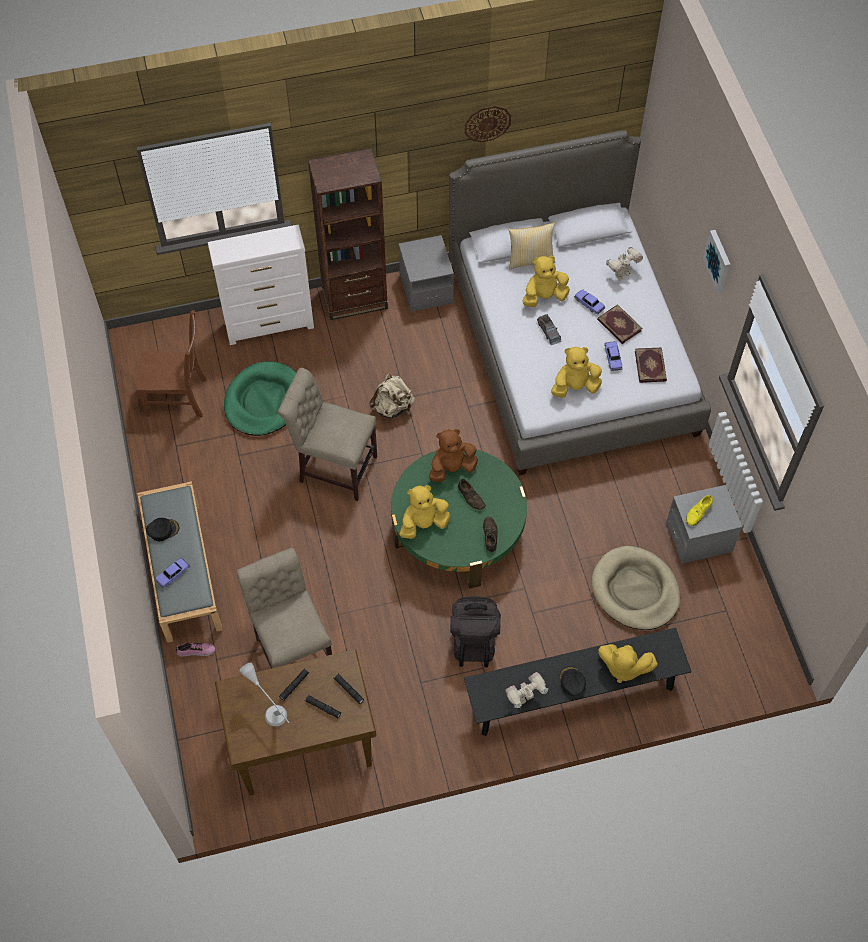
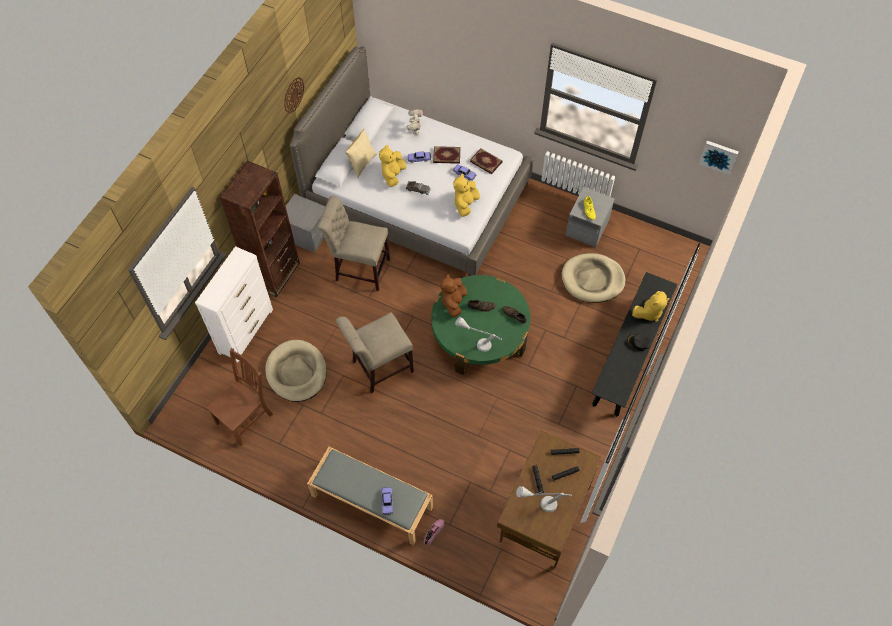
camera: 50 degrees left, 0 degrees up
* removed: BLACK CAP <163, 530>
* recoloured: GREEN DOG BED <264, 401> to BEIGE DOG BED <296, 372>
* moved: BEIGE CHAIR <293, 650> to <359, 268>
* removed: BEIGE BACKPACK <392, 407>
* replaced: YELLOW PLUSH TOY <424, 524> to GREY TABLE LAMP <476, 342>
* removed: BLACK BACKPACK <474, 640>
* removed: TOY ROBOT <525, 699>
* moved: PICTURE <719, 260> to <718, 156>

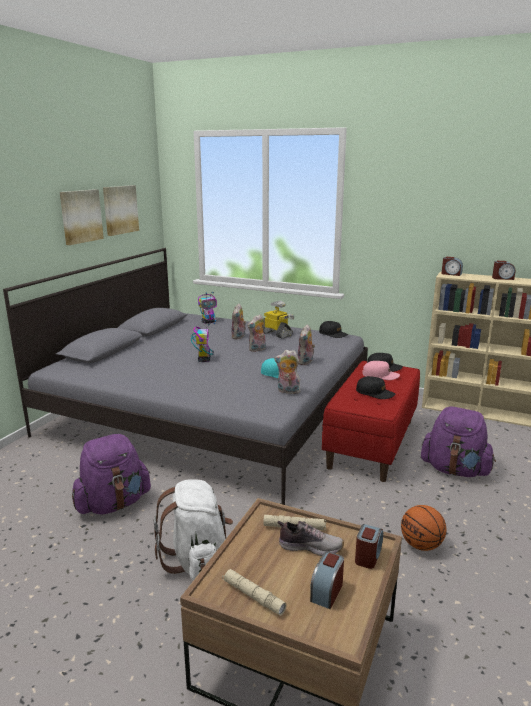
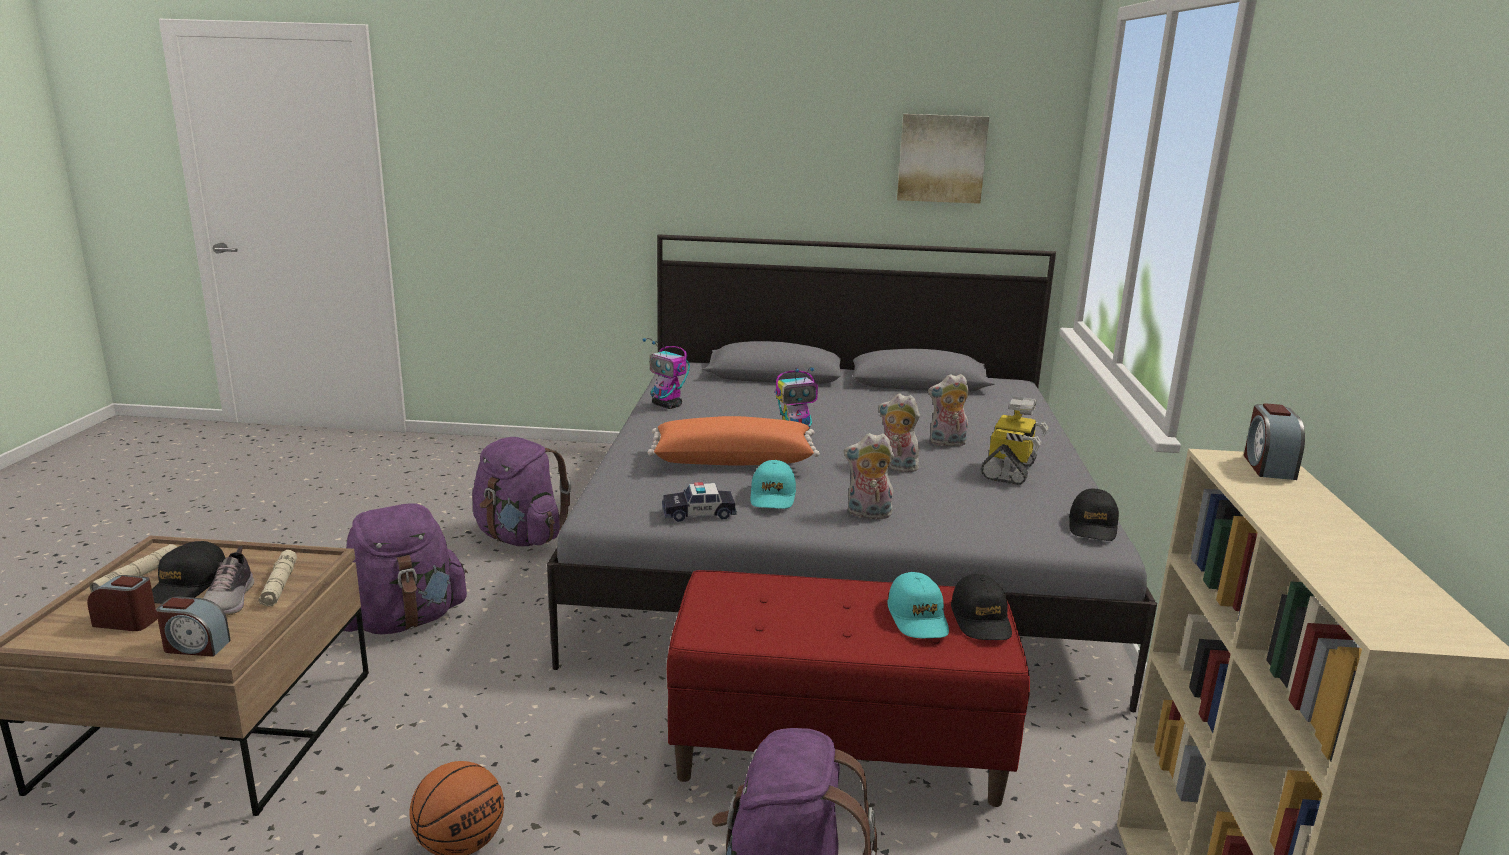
camera: 70 degrees right, 0 degrees up
* removed: PICTURE <80, 216>
* recoloured: WHITE BACKPACK <197, 560> to PURPLE BACKPACK <403, 621>
* moved: TOY ROBOT <208, 322> to <667, 405>
* replaced: PLUSH TOY <287, 391> to TOY CAR <698, 513>
* moved: BLACK CAP <375, 393> to <187, 585>
* recoloured: PINK CAP <380, 375> to TURQUOISE CAP <918, 617>
* removed: ALARM CLOCK <502, 278>
* added: ORANGE PILLOW <733, 460>

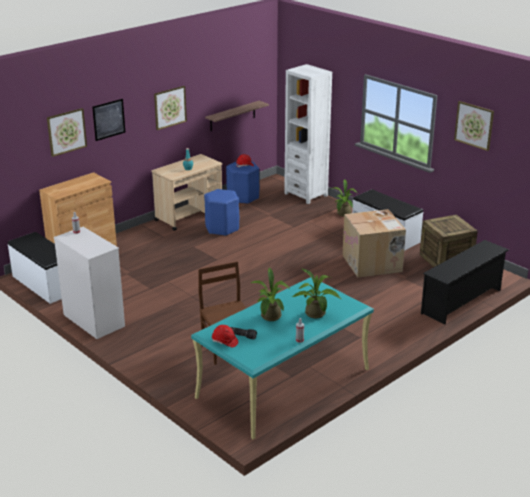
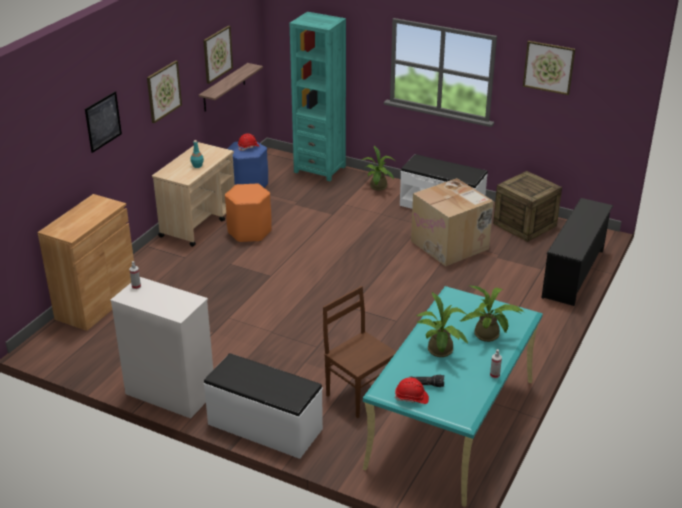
camera: 20 degrees left, 5 degrees up
* moved: WHITE BENCH <44, 284> to <264, 427>
* moved: PICTURE <66, 132> to <217, 54>
* recoloured: BLUE STOOL <222, 228> to ORANGE STOOL <249, 232>
* recoloured: WHITE BOOKCASE <306, 194> to TURQUOISE BOOKCASE <320, 169>

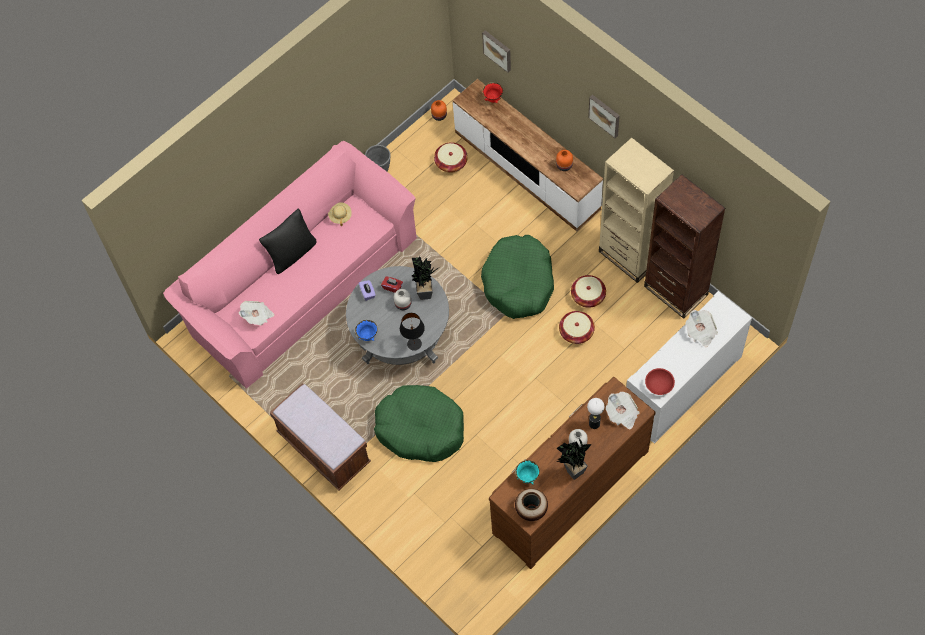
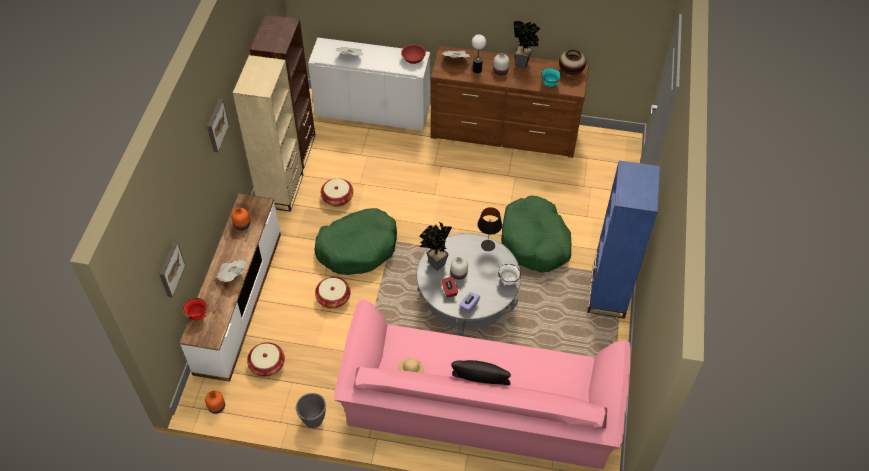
camera: 130 degrees left, 10 degrees down
* moved: NEWSPAPER <258, 316> to <232, 275>
* replaced: BROWN BENCH <324, 448> to BLUE BOOKCASE <607, 294>
* recoloured: BLUE BOWL <367, 336> to WHITE BOWL <508, 281>
* moved: BASKET <576, 332> to <333, 298>

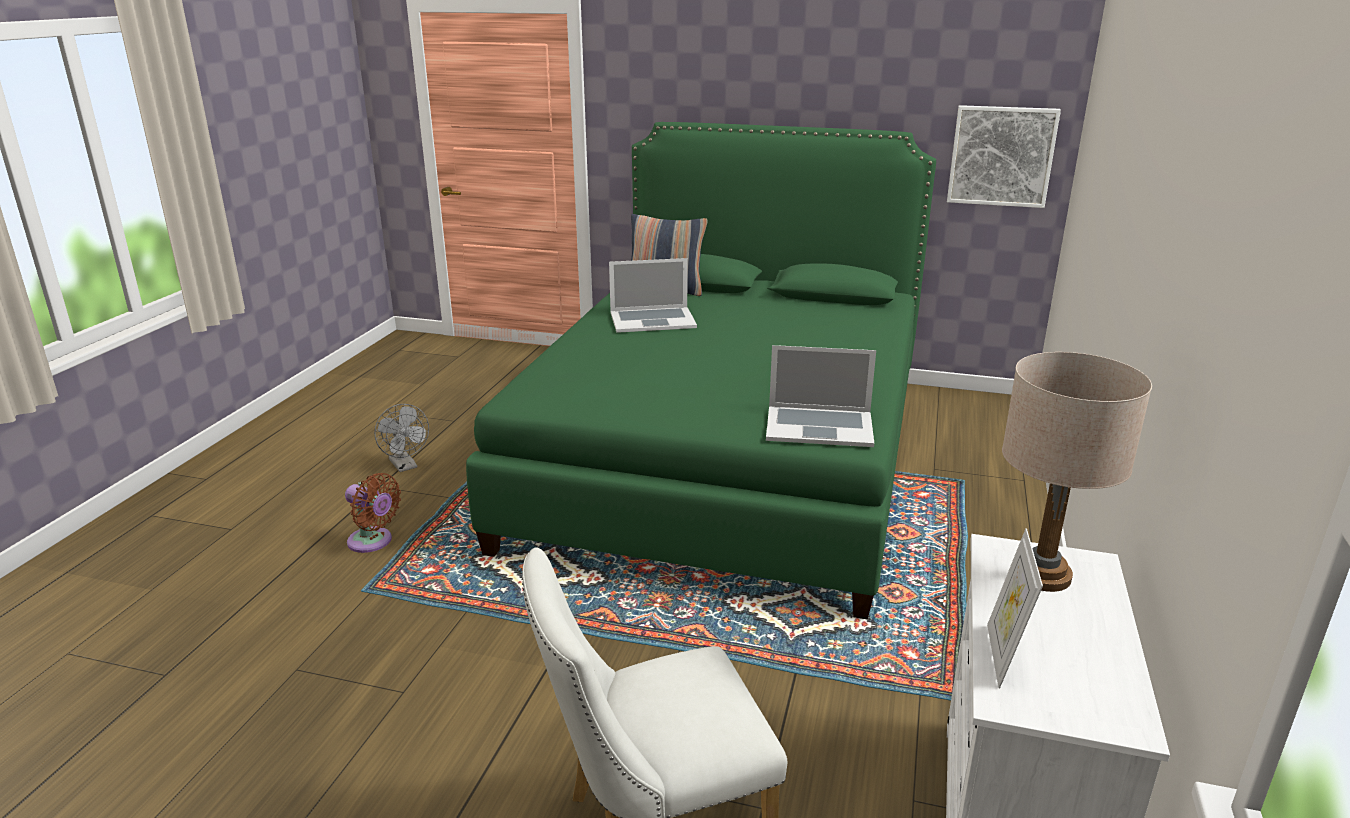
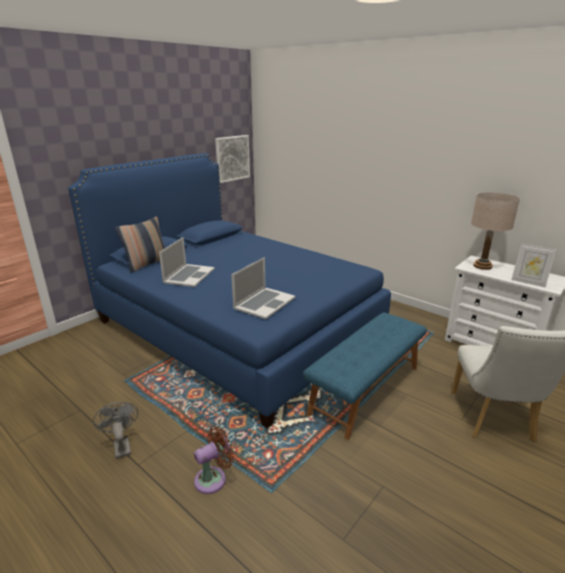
camera: 65 degrees left, 0 degrees up
* turned: GREY FAN <405, 466> = <121, 445> 105 degrees counterclockwise
* recoloured: GREEN BED <726, 458> to BLUE BED <236, 328>
* moved: LAPTOP <819, 426> to <264, 303>
* added: BLUE BENCH <365, 389>

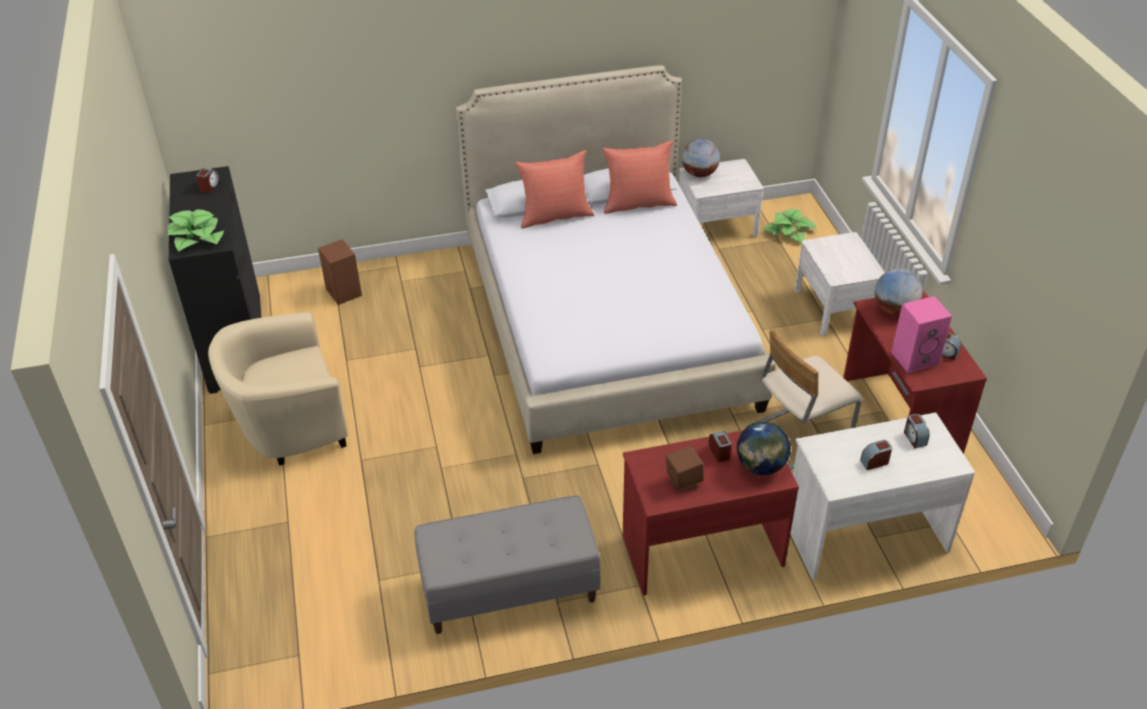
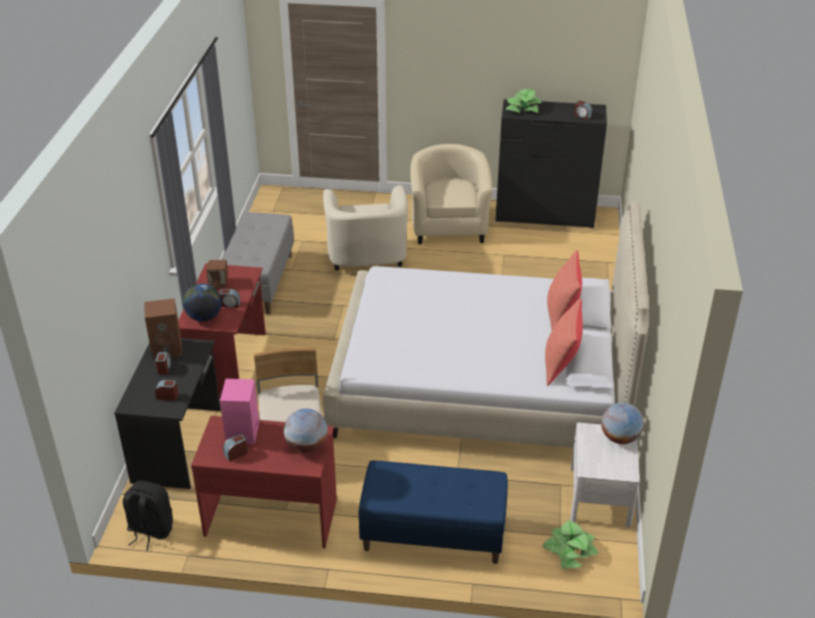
camera: 110 degrees right, 5 degrees down
* moved: BROWN SPEAKER <342, 292> to <167, 348>
* recoloured: WHITE DESK <864, 535> to BLACK DESK <179, 444>
* replaced: WHITE NIGHTSTAND <835, 308> to BLUE BENCH <432, 535>
* added: BLACK BACKPACK <150, 531>
* added: BEIGE ARMCHAIR <367, 260>

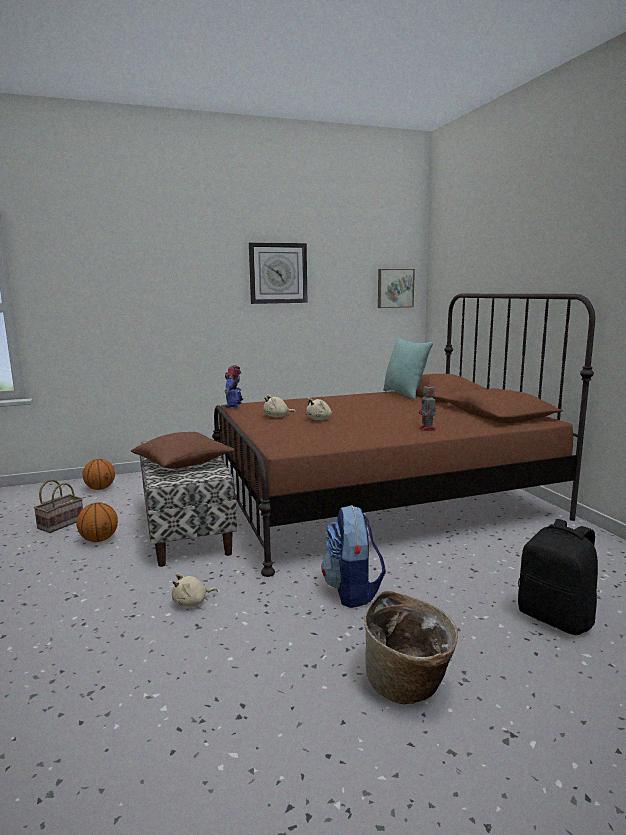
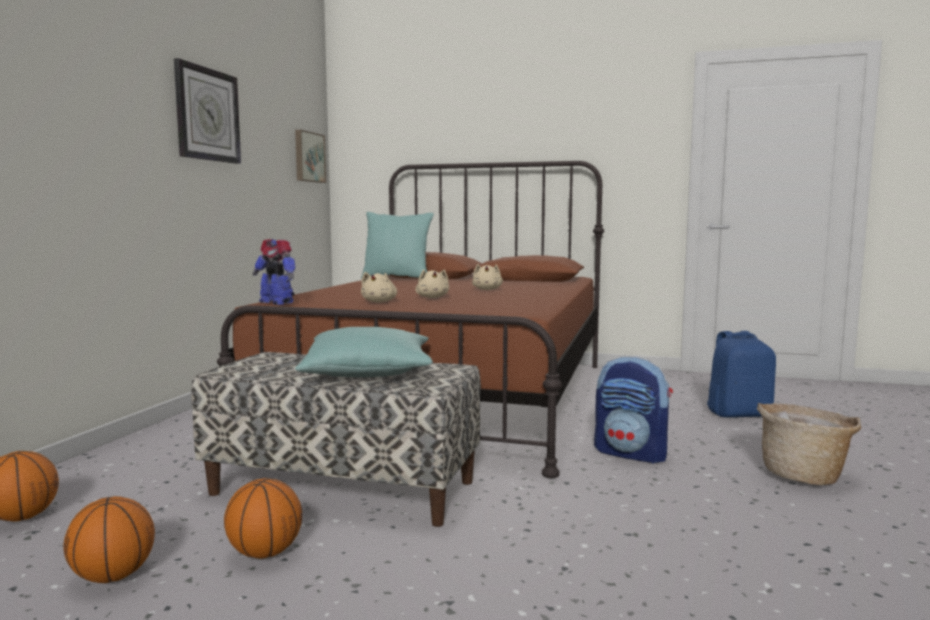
camera: 55 degrees left, 5 degrees down
* replaced: BASKET <61, 523> to BASKETBALL <113, 576>
* recoloured: BROWN PILLOW <183, 463> to TURQUOISE PILLOW <368, 372>
* moved: BEIGE PLUSH TOY <192, 602> to <487, 289>
* removed: TOY ROBOT <427, 429>
* recoloured: BLACK BACKPACK <556, 618> to BLUE BACKPACK <738, 414>

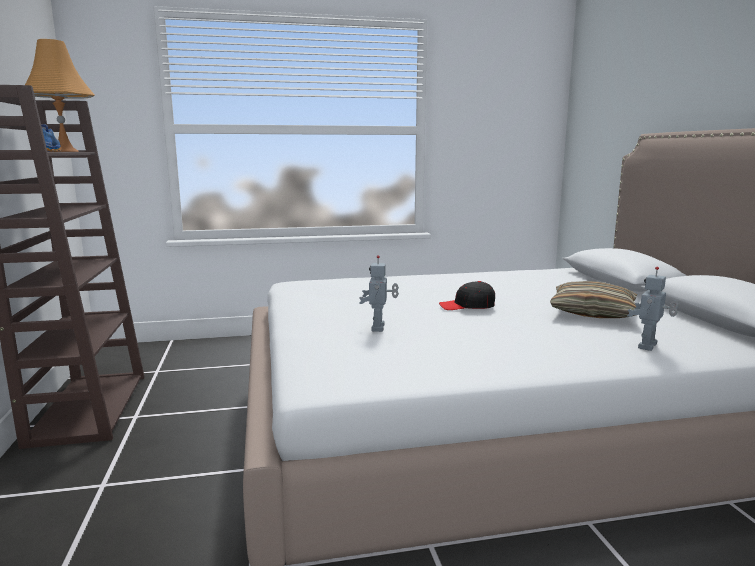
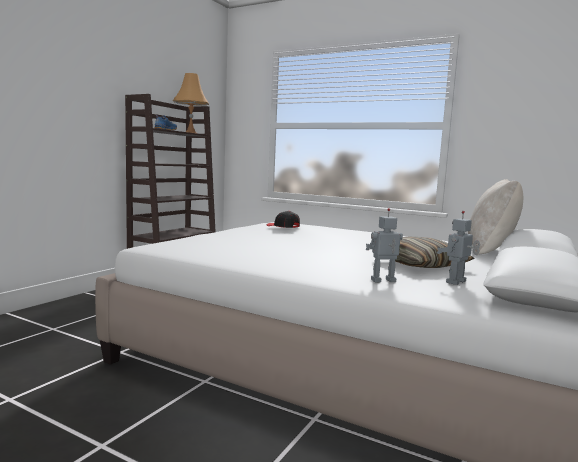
camera: 40 degrees right, 5 degrees down
* moved: TOY ROBOT <379, 328> to <457, 282>
* moved: BLACK CAP <467, 306> to <283, 227>
* added: BEIGE PILLOW <490, 251>

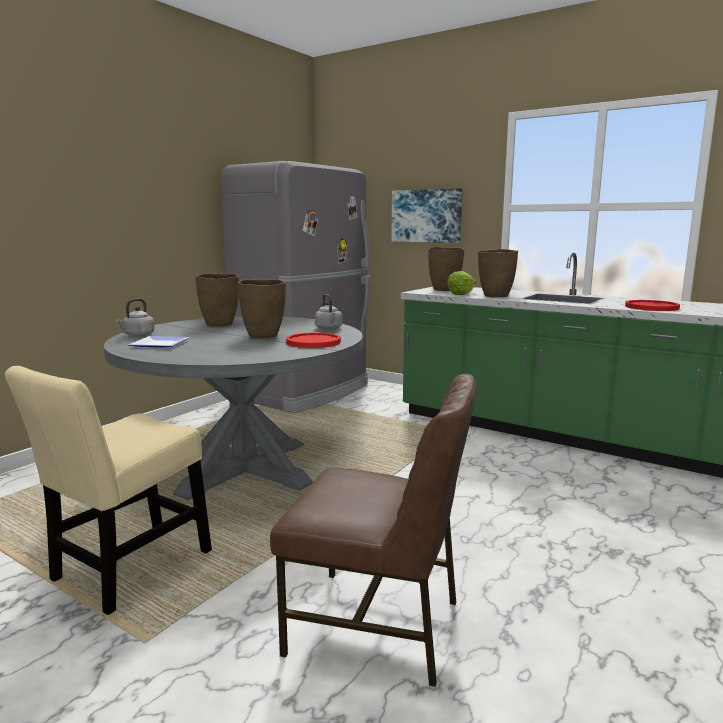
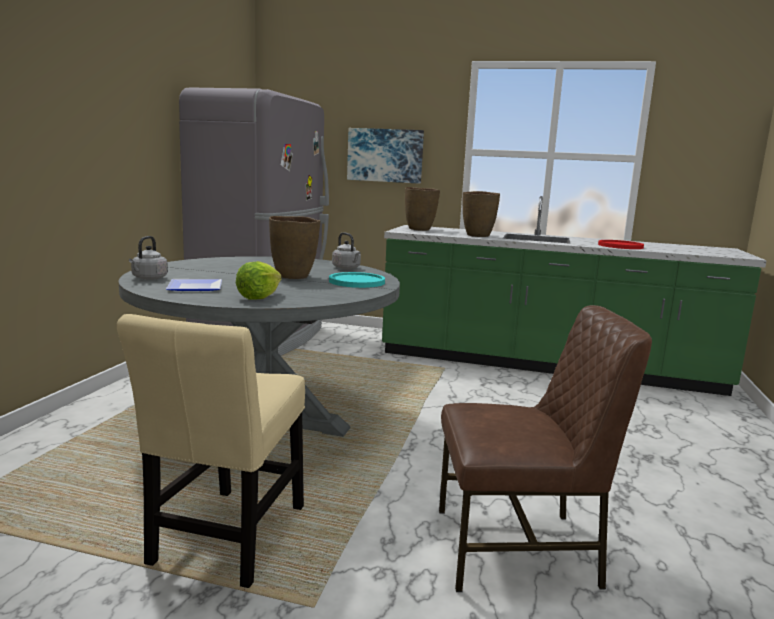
camera: 20 degrees left, 0 degrees up
* removed: BROWN VASE <220, 324>
* recoloured: RED PLATE <313, 342> to TURQUOISE PLATE <357, 282>
* moved: LETTUCE <461, 294> to <259, 297>

